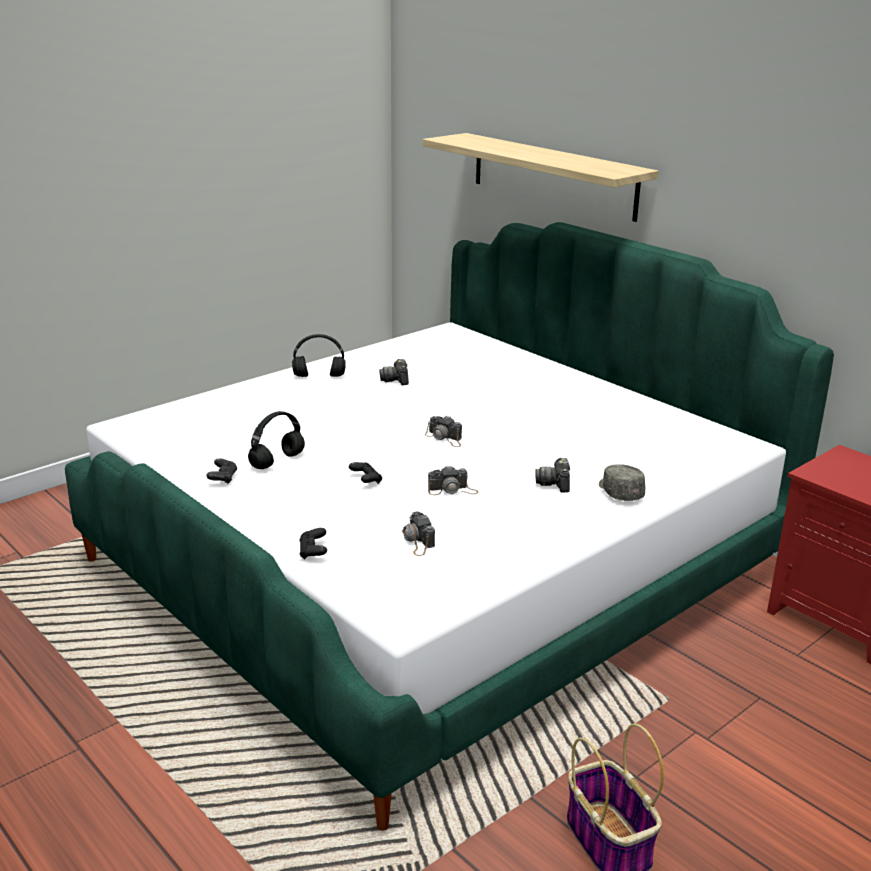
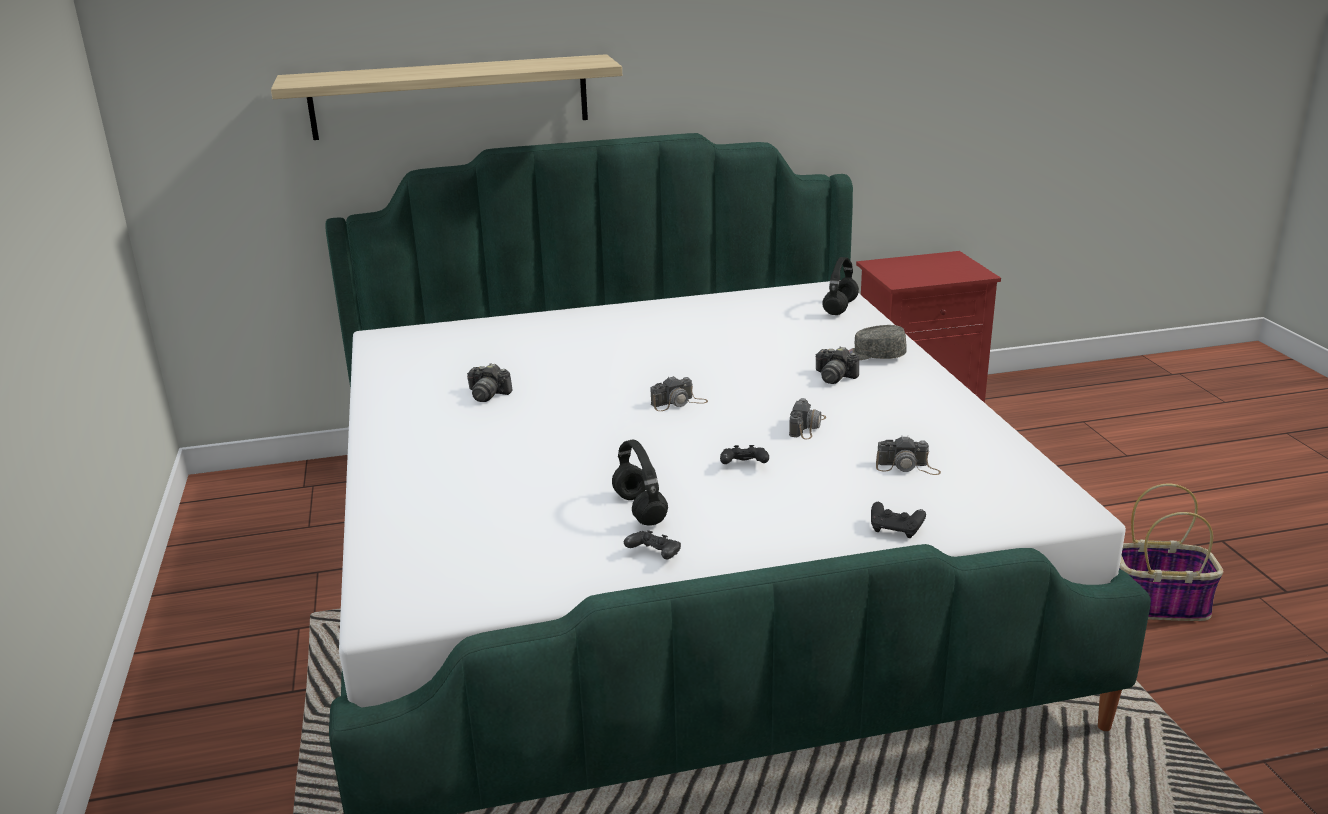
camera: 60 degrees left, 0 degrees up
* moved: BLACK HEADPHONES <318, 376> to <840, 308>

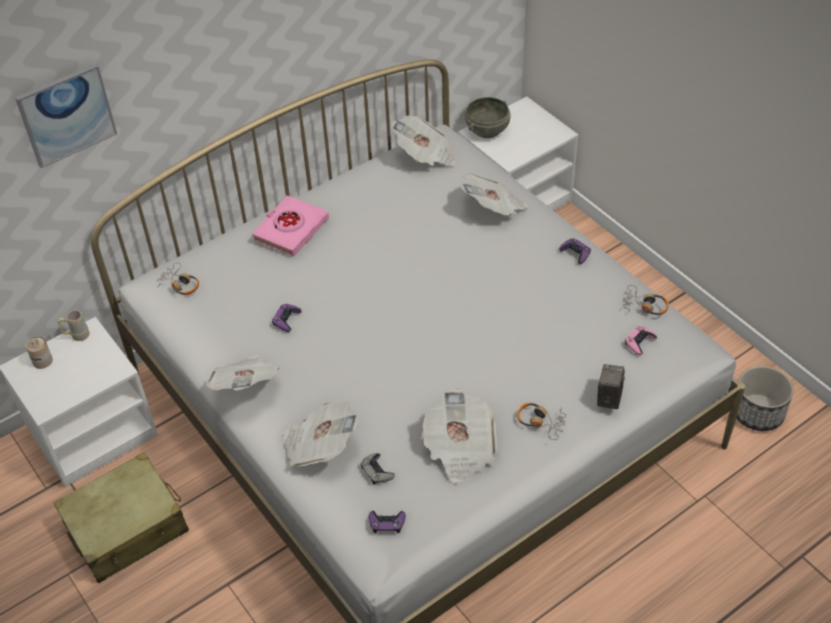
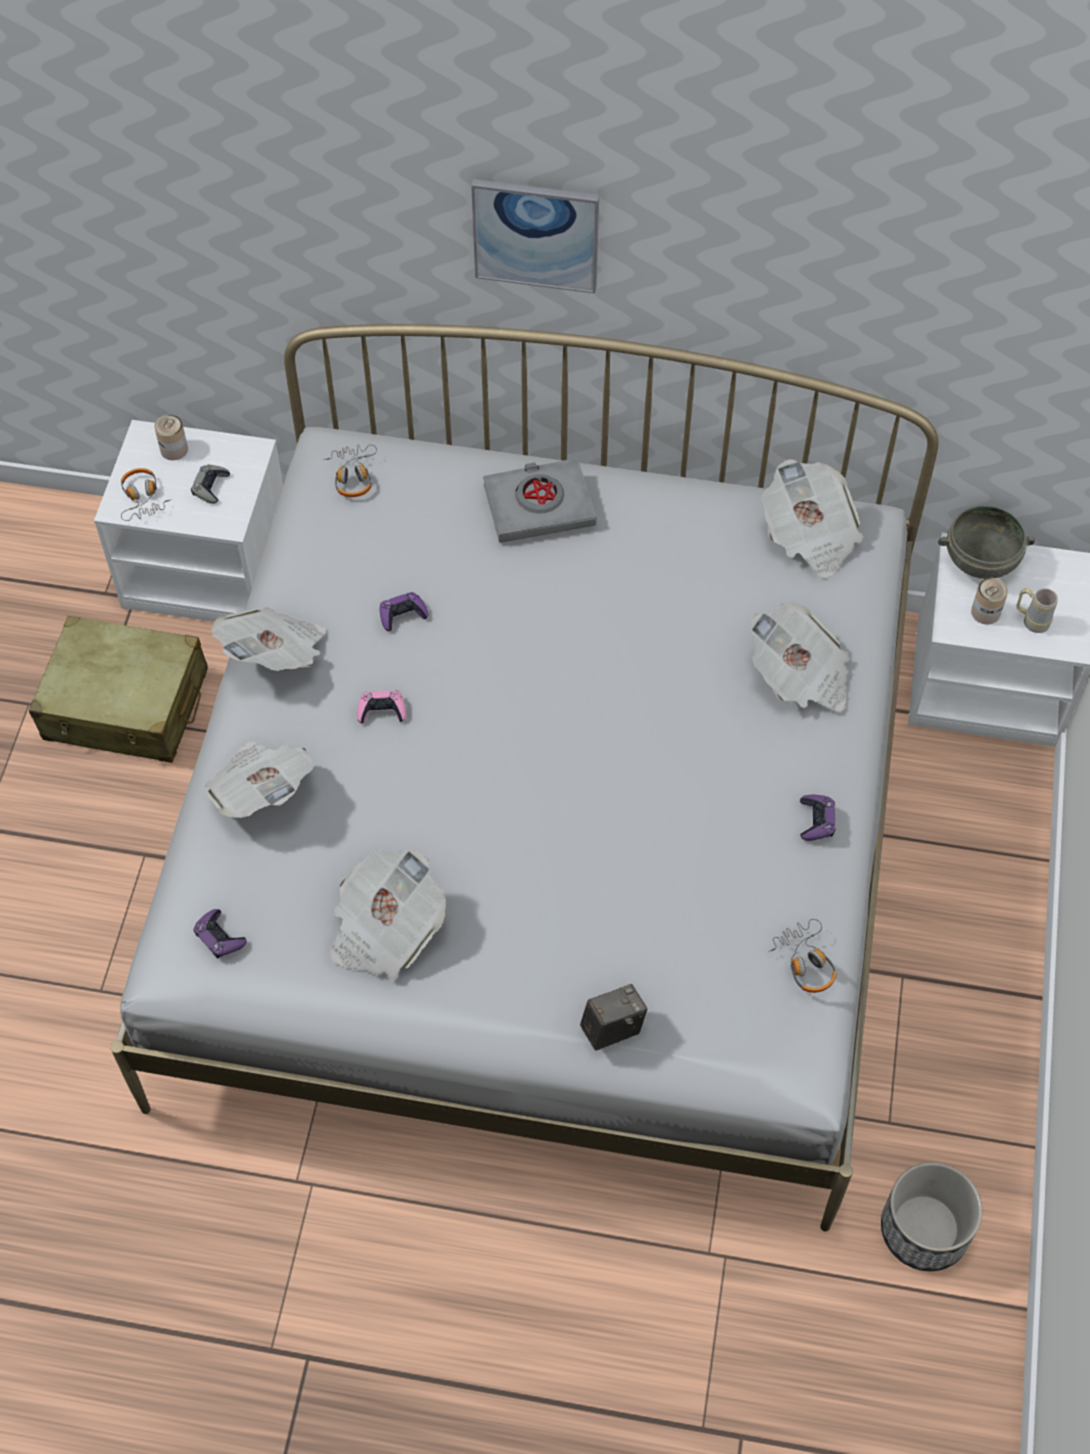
camera: 45 degrees right, 10 degrees up
* moved: PICTURE <66, 114> to <536, 234>
* moved: BEIGE MUG <77, 336> to <1031, 620>
* recoloured: PINK BOOK <290, 230> to GREY BOOK <539, 506>
* moved: GREY GAME CONTROLLER <377, 471> to <210, 487>
* moved: HEADPHONES <540, 422> to <142, 498>
* moved: PINK GAME CONTROLLER <639, 342> to <381, 710>
* added: CAN <985, 612>

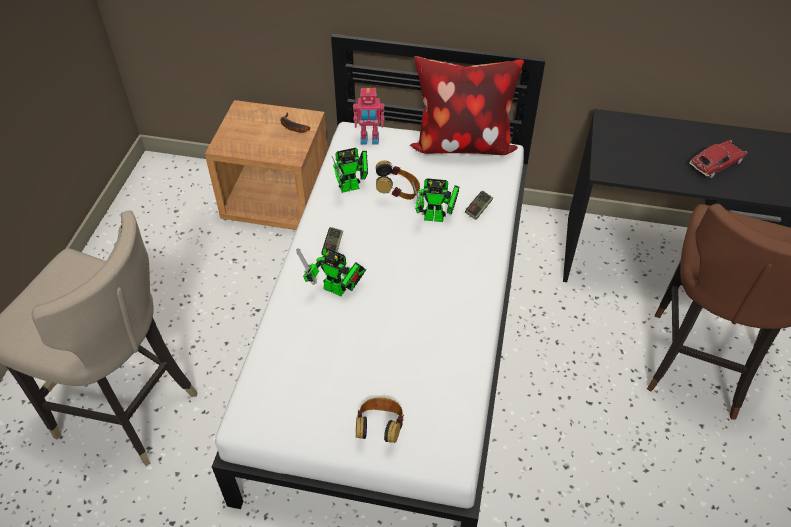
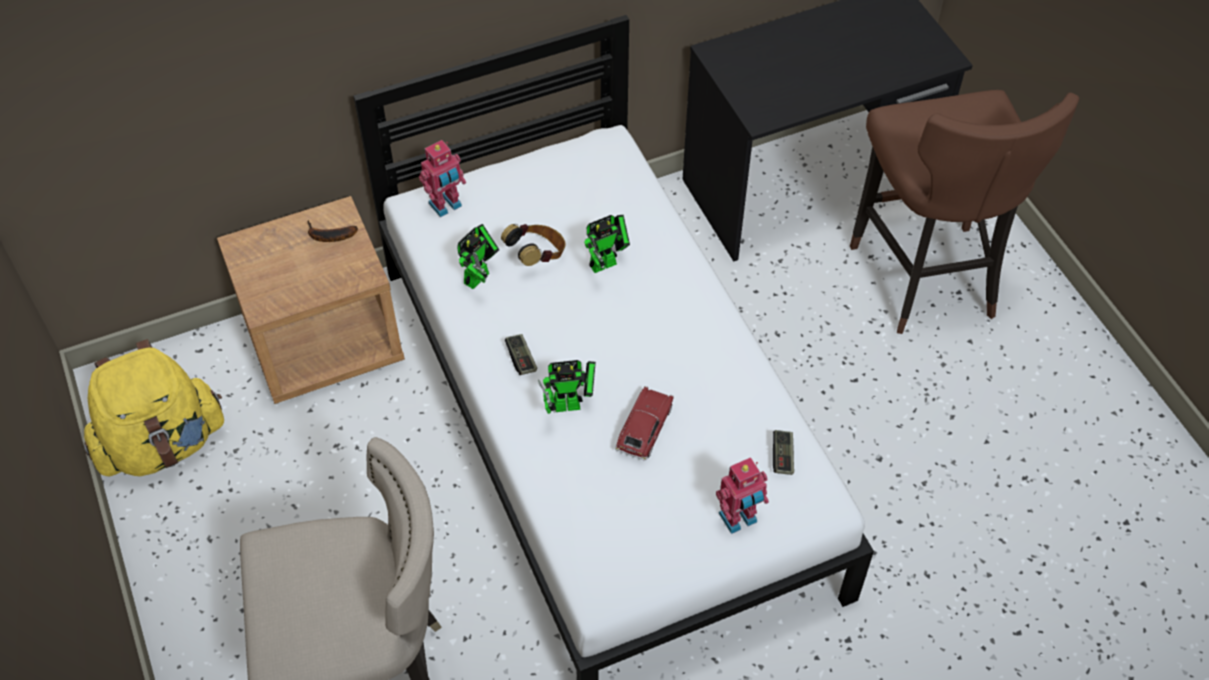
camera: 35 degrees left, 5 degrees up
* replaced: HEADPHONES <380, 428> to TOY ROBOT <739, 519>
* removed: PILLOW <462, 143>
* moved: GAME CONTROLLER <478, 209> to <782, 456>
* moved: TOY CAR <715, 164> to <644, 429>
* added: YELLOW BACKPACK <163, 444>

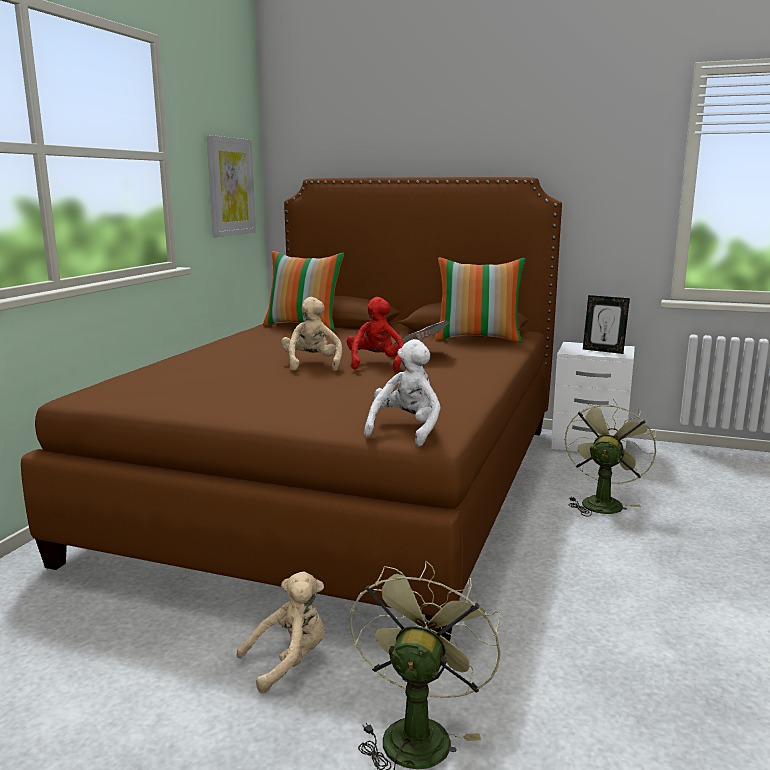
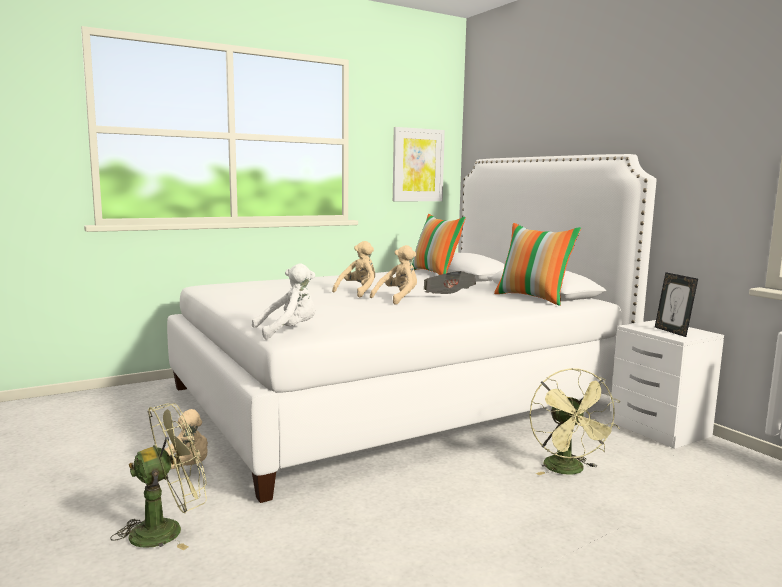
camera: 40 degrees right, 5 degrees down
* recoloured: BROWN BED <346, 484> to WHITE BED <397, 397>
* recoloured: RED PLUSH TOY <375, 364> to BEIGE PLUSH TOY <398, 299>
* turned: GREEN FAN <602, 502> = <569, 470> 105 degrees clockwise

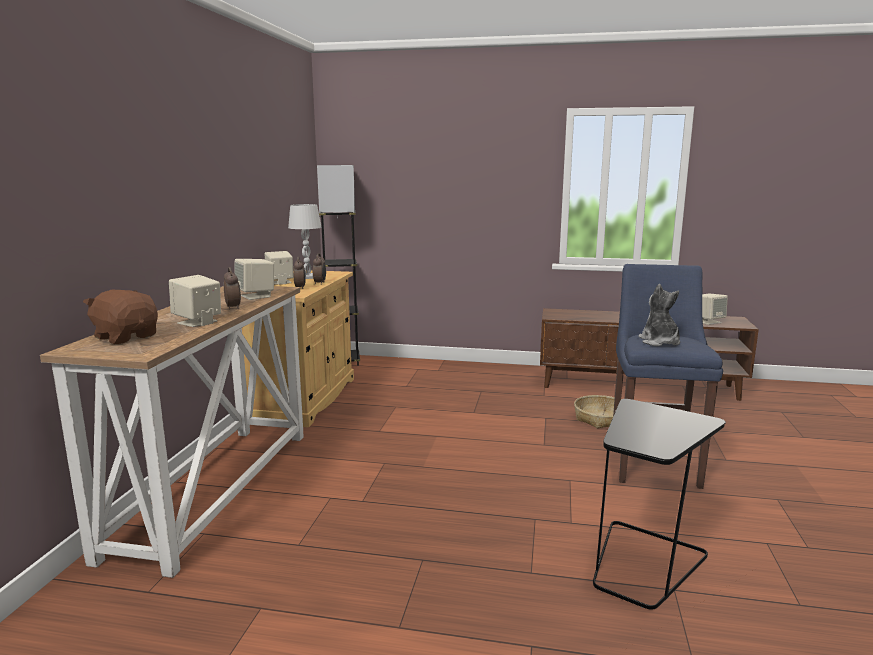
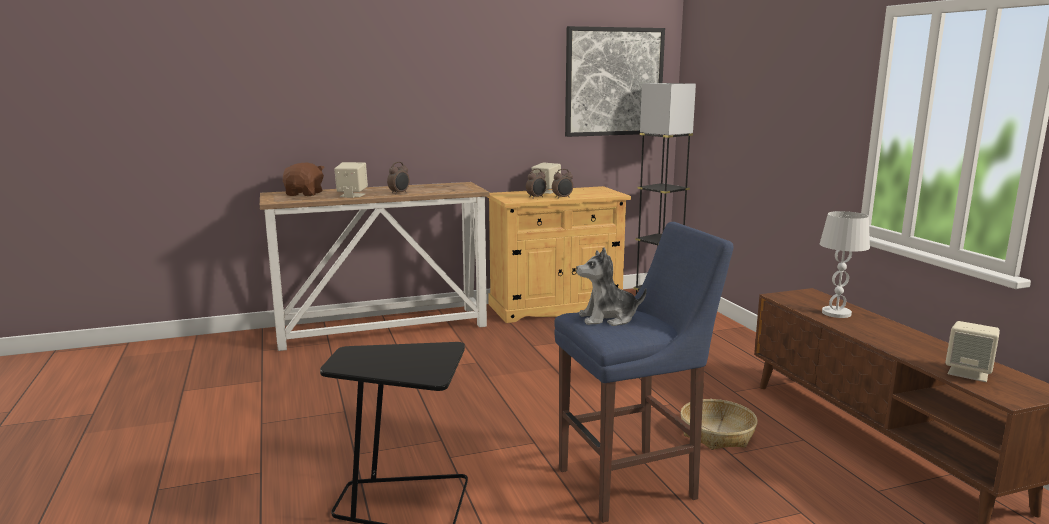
camera: 60 degrees right, 0 degrees up
* removed: BEIGE SPEAKER <256, 296>
* moved: WHITE TABLE LAMP <307, 277> to <836, 313>
* turned: PLUSH TOY <659, 342> = <608, 318> 150 degrees counterclockwise
* added: PICTURE <614, 82>

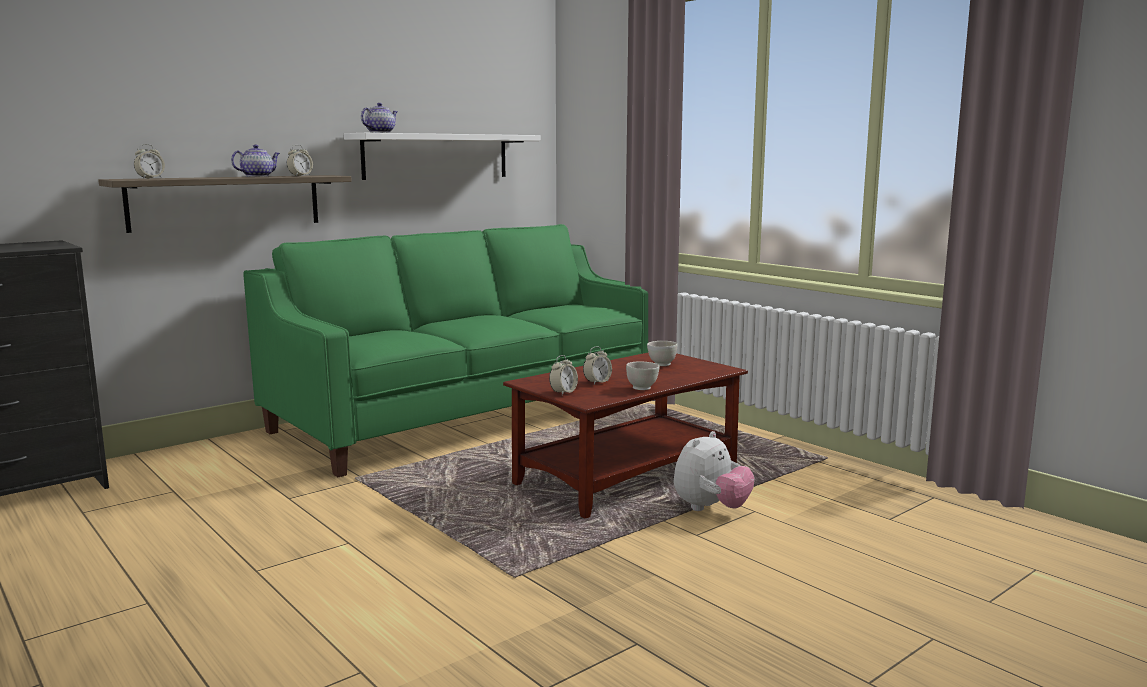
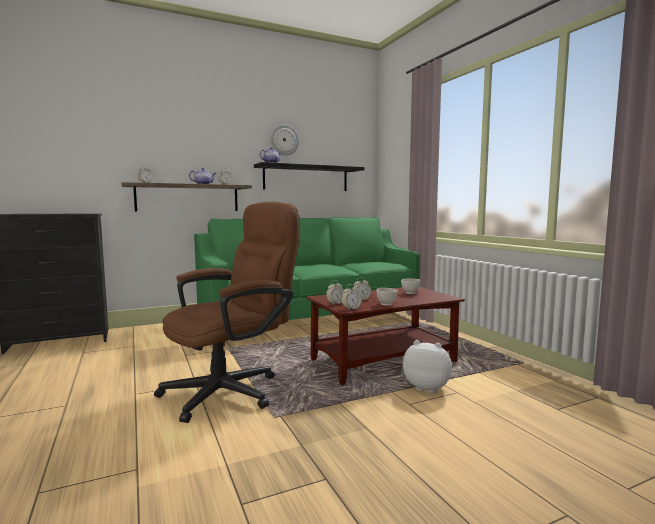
camera: 15 degrees right, 5 degrees down
* recoloured: WHITE SHELF <436, 156> to BLACK SHELF <306, 178>
* turned: PLUSH TOY <711, 509> = <427, 387> 120 degrees counterclockwise
* added: BROWN OFFICE CHAIR <232, 390>
* added: WALL CLOCK <284, 140>
* added: ALARM CLOCK <351, 309>

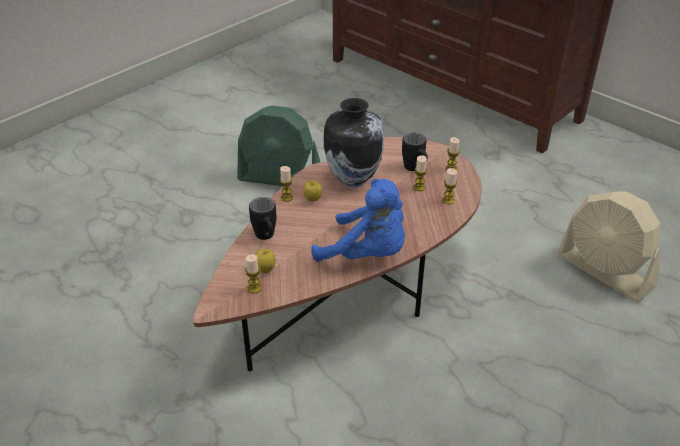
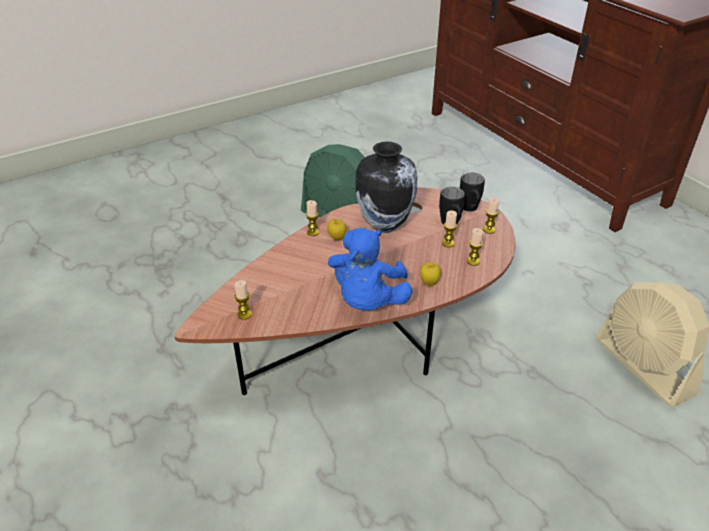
camera: 15 degrees right, 0 degrees up
* moved: BLACK MUG <266, 238> to <470, 210>
* moved: APPLE <266, 269> to <429, 283>
* turned: BLUE PLUSH TOY <367, 254> = <368, 301> 60 degrees clockwise

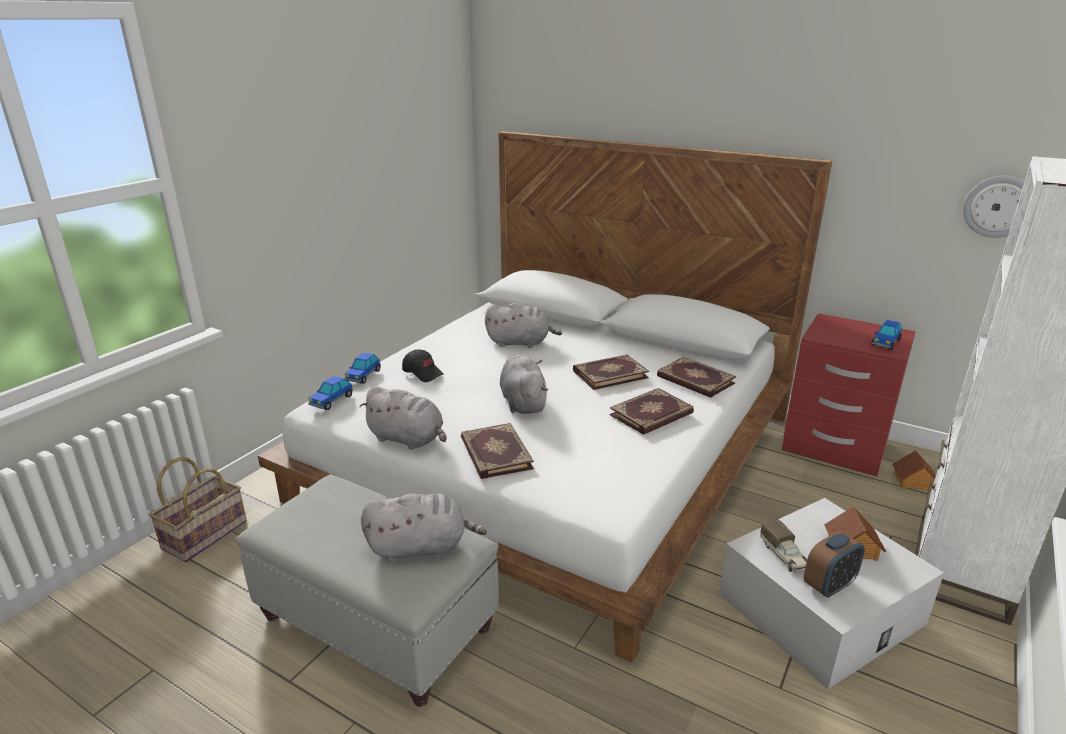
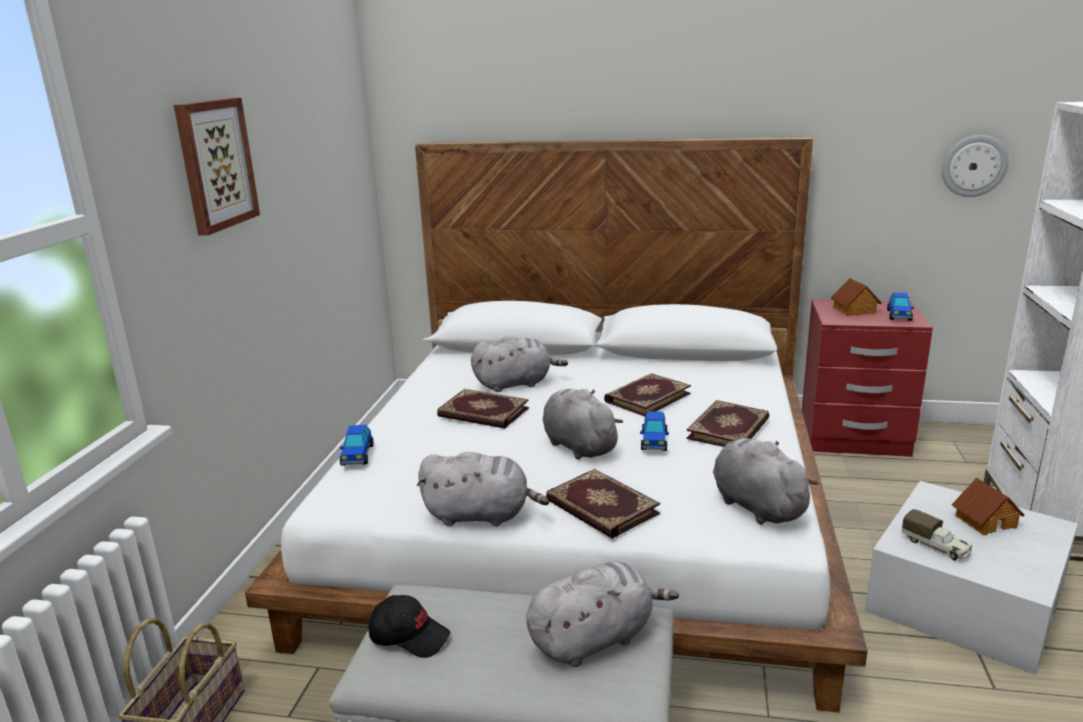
camera: 20 degrees left, 5 degrees down
* moved: TOY CAR <331, 401> to <654, 441>
* moved: BLACK CAP <423, 373> to <409, 636>
* moved: BOOK <695, 380> to <483, 413>
* removed: ALARM CLOCK <829, 585>
* moved: TOY HOUSE <913, 482> to <854, 310>
* added: PICTURE <215, 164>
* added: GREY PLUSH TOY <755, 505>

